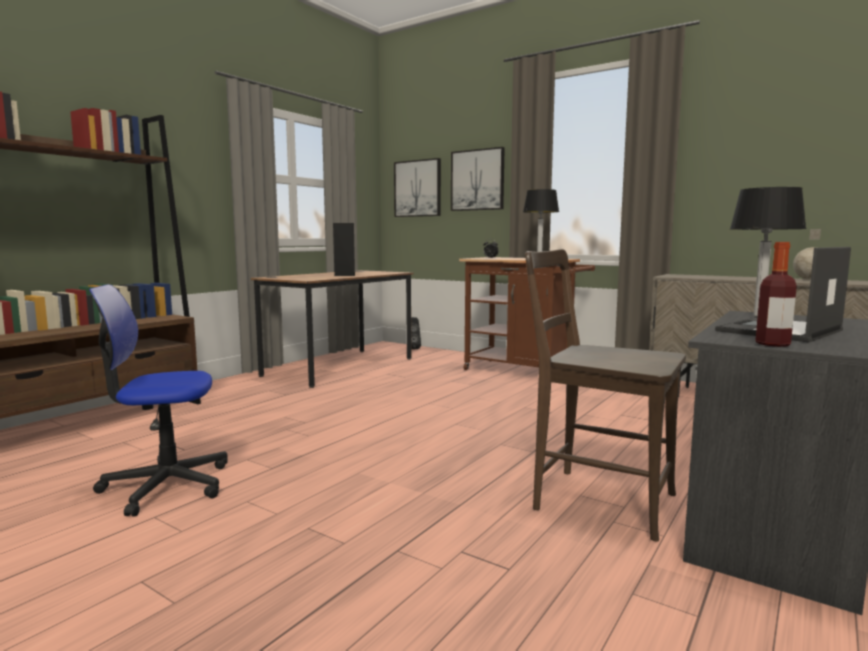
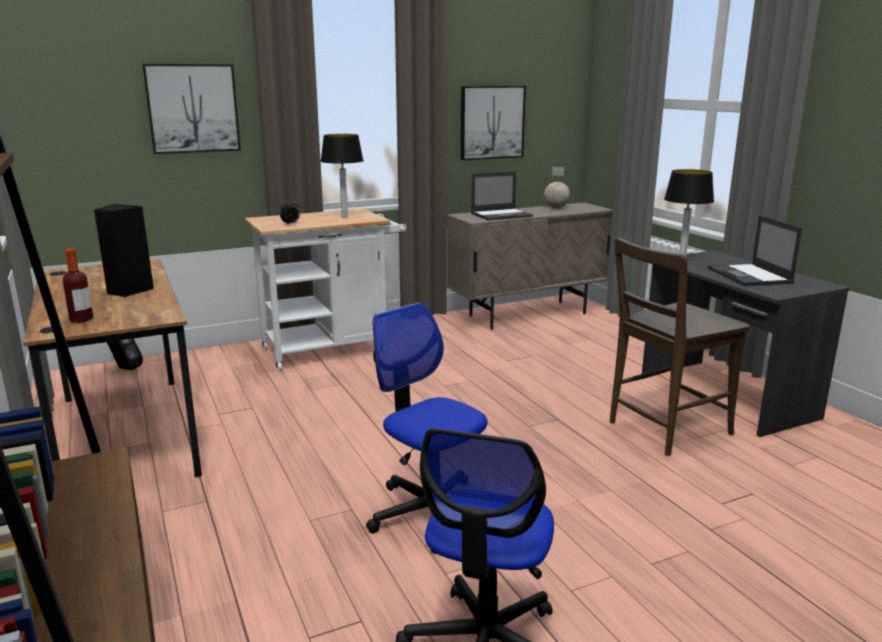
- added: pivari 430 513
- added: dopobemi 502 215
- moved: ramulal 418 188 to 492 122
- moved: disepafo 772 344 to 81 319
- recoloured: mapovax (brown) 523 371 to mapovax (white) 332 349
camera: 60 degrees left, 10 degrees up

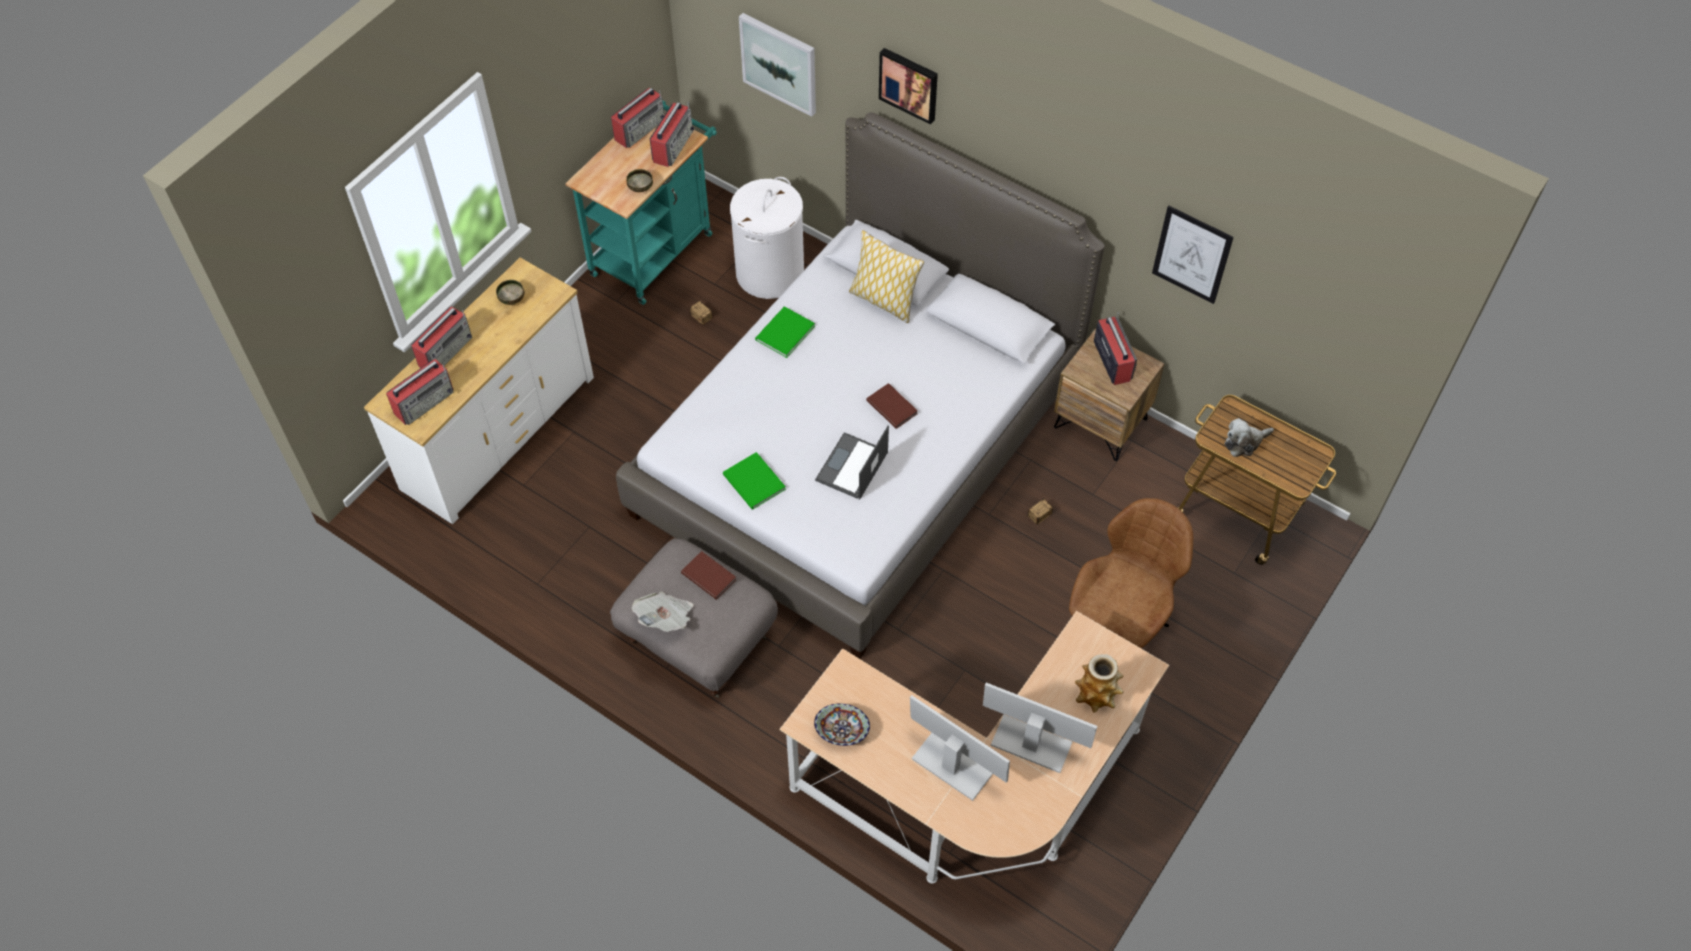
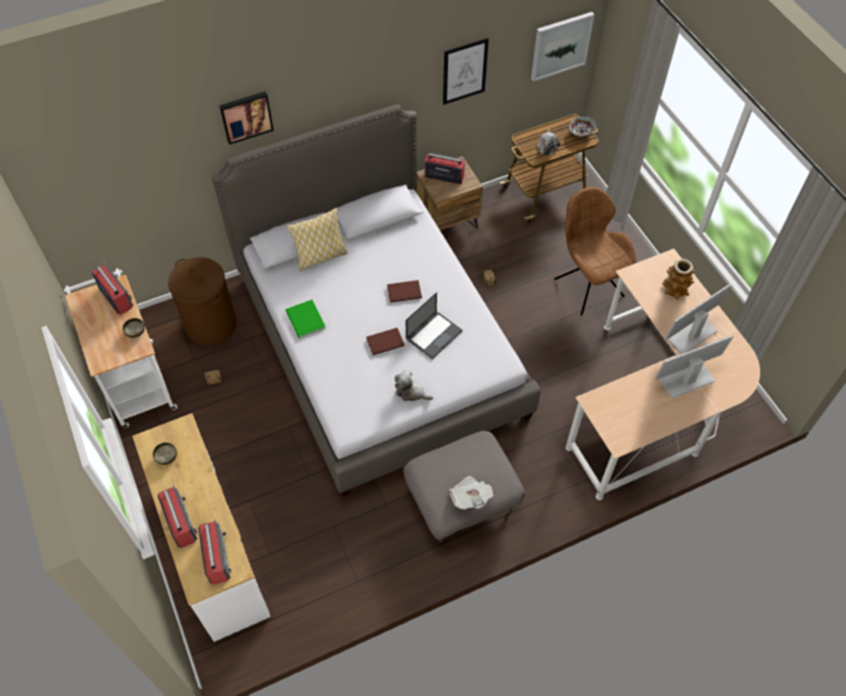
- removed: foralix 640 129
- moved: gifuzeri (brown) 709 575 to 384 342
- moved: ramulal 779 63 to 560 45
- moved: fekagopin 841 731 to 581 132
- replaced: gifuzeri (green) 754 484 to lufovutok 411 392
- recoloured: mapovax (turquoise) 656 248 to mapovax (white) 135 378
- recoloured: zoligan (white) 770 273 to zoligan (brown) 211 324
- turned: dopobemi 851 467 = 434 334 105 degrees counterclockwise
camera: 60 degrees left, 0 degrees up

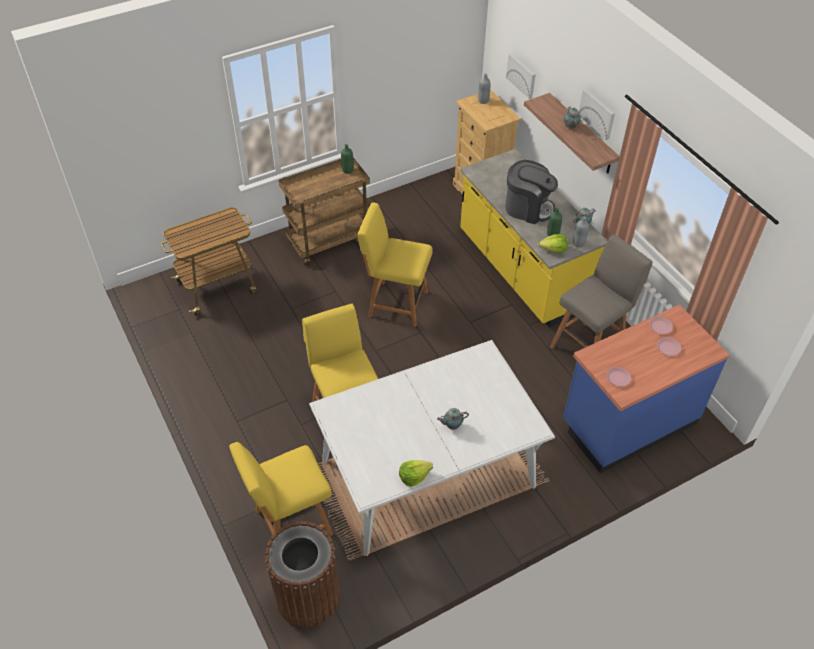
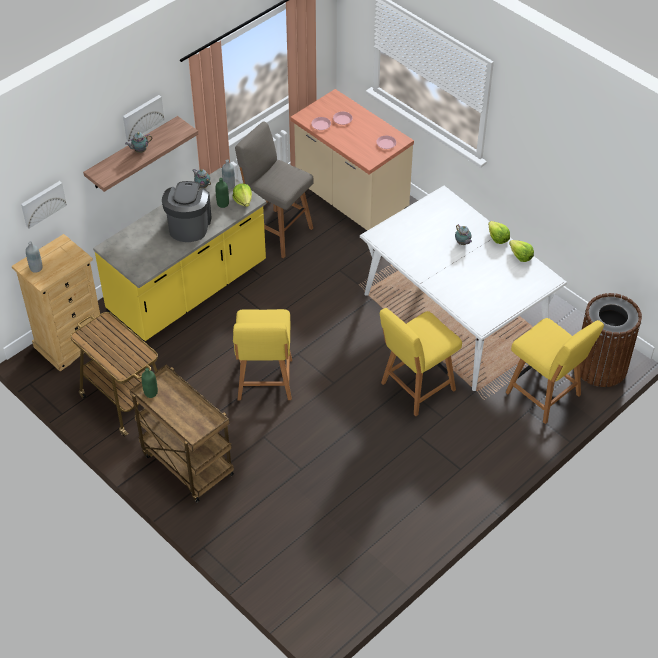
- added: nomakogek 497 238
- moved: mapovax 218 286 to 124 398
- recoloured: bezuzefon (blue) 628 422 to bezuzefon (beige) 350 201
camera: 105 degrees left, 0 degrees up

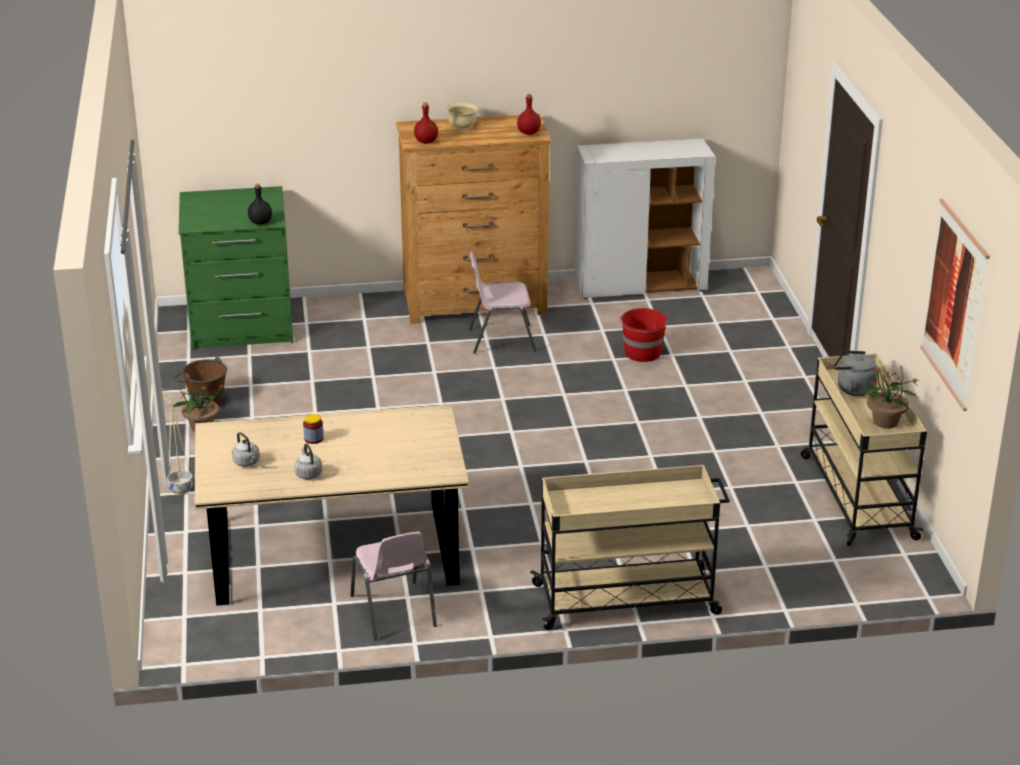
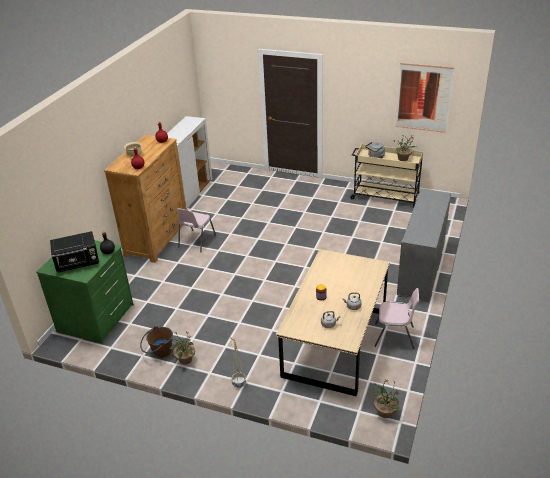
- removed: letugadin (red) 642 353
- added: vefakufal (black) 78 263
- added: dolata 385 412
- replaced: mapovax (beige) 628 599 to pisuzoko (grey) 421 269
camera: 60 degrees left, 5 degrees up

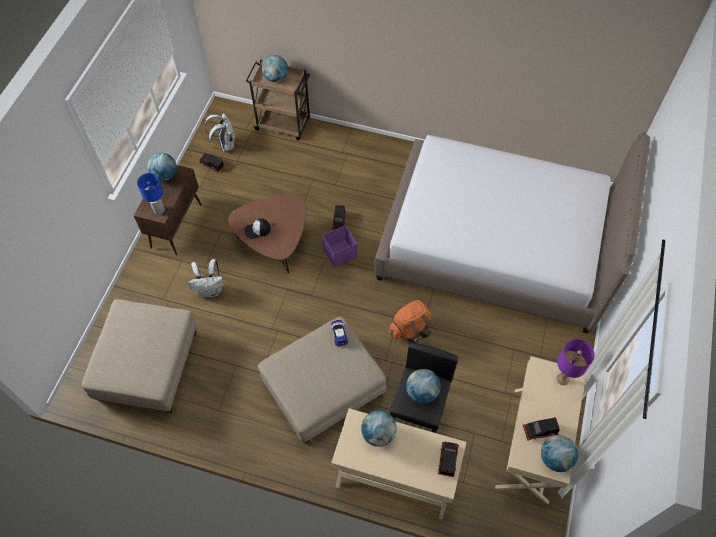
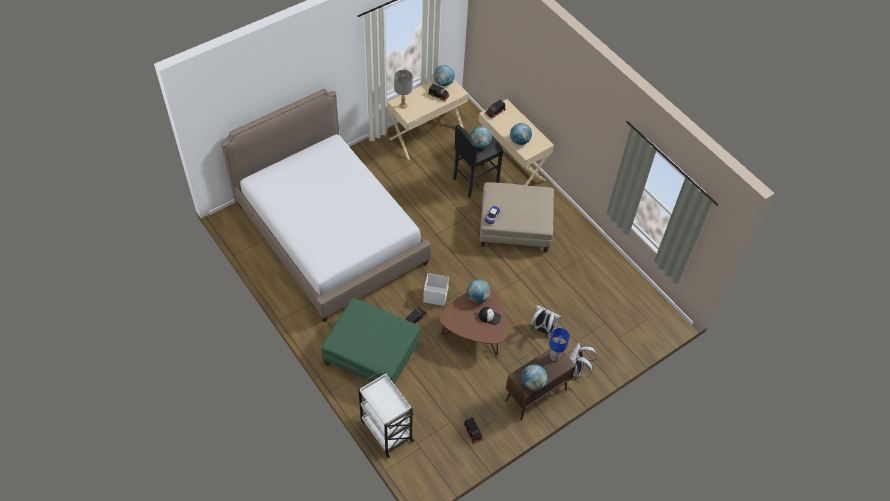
- removed: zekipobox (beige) 148 365
- removed: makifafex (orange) 410 329
- added: zekipobox (green) 371 354
- moved: makifafex (white) 225 144 to 577 370
- moved: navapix 275 78 to 478 297
- recoloured: mapovax (brown) 284 125 to mapovax (white) 386 429
- recoloured: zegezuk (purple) 340 253 to zegezuk (white) 435 295
- recoloured: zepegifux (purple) 563 379 to zepegifux (grey) 403 105
camera: 145 degrees left, 5 degrees down

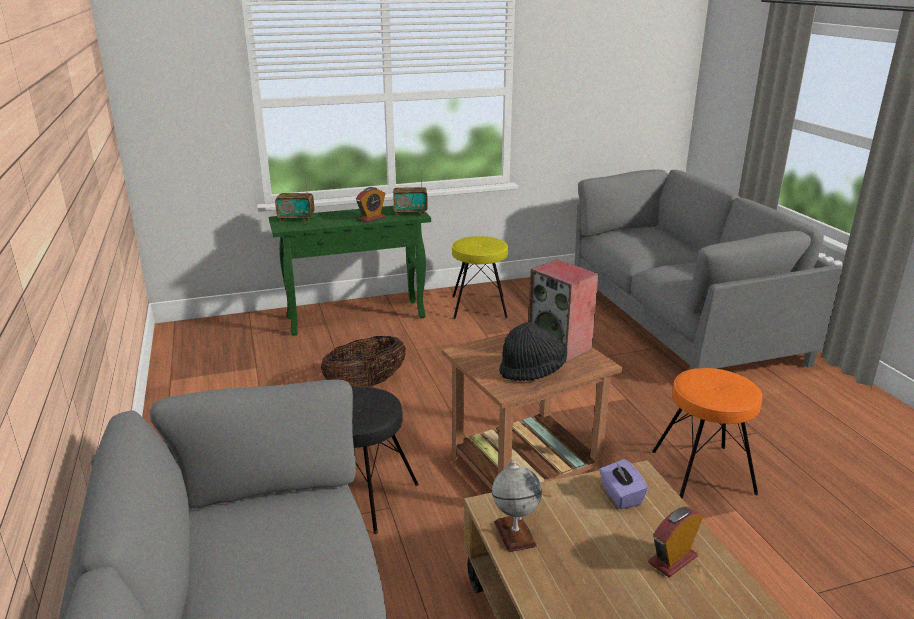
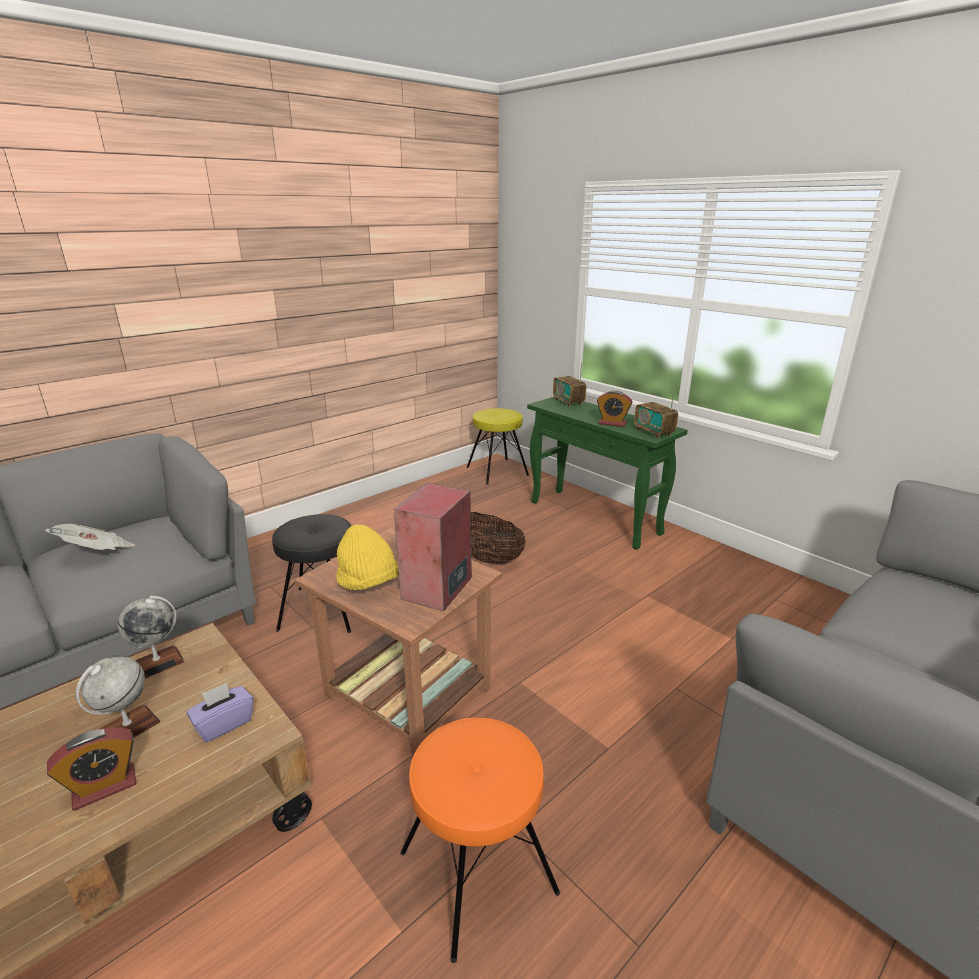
- added: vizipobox 97 552
- added: navapix 128 728
- moved: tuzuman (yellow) 478 307 to 496 471
- recoloured: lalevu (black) 532 371 to lalevu (yellow) 369 583
- turned: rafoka 672 560 = 104 787 120 degrees clockwise
camera: 65 degrees right, 0 degrees up

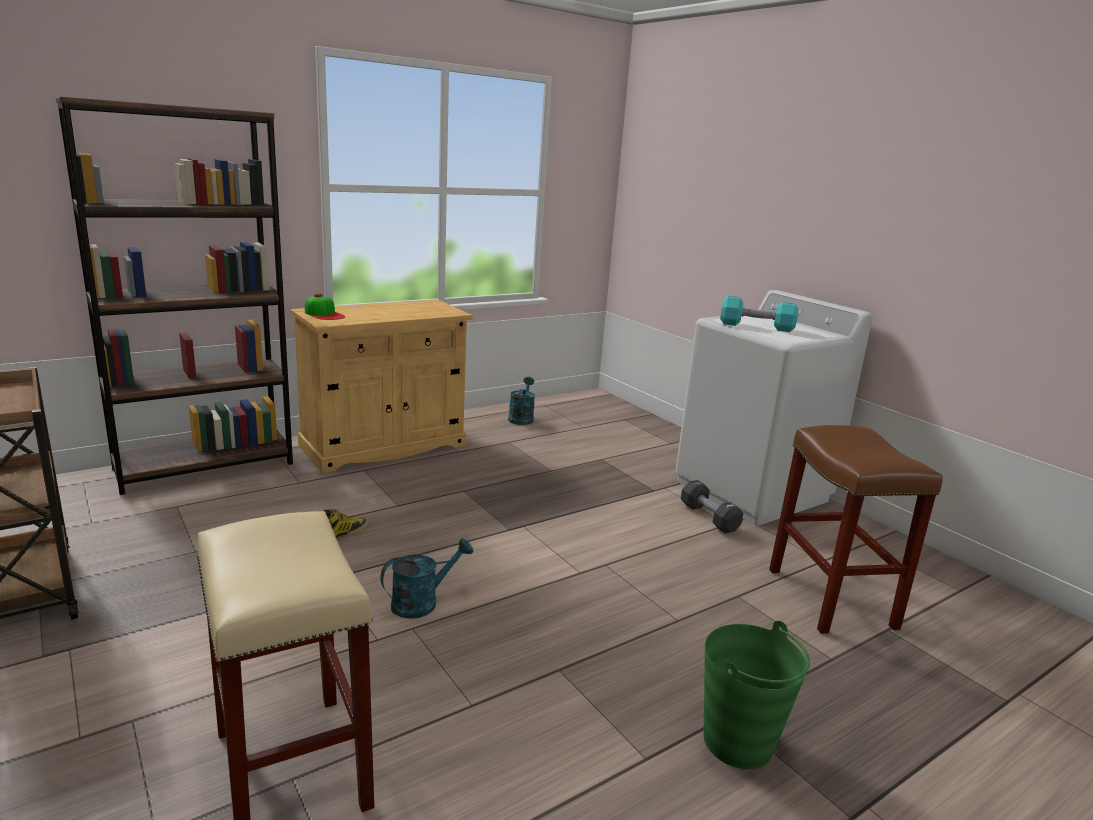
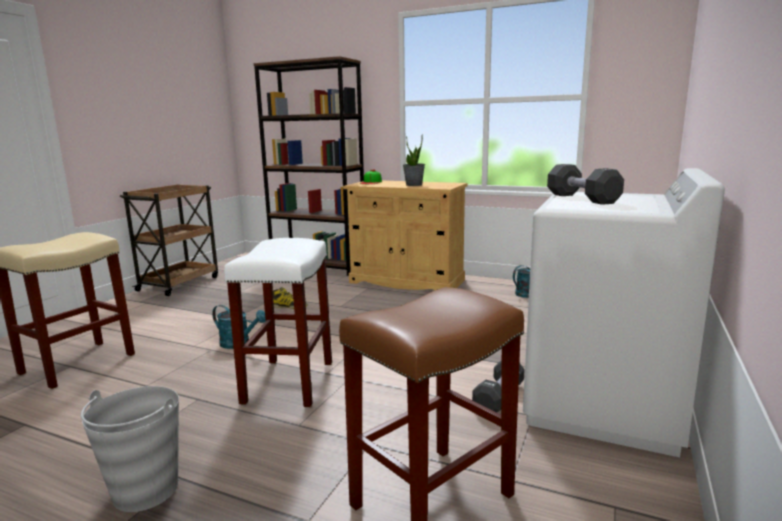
- added: tuzuman (white) 289 382
- added: dolata 414 185
- recoloured: letugadin (green) 738 742 to letugadin (grey) 145 490
- recoloured: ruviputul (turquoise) 756 327 to ruviputul (black) 582 199
camera: 60 degrees right, 5 degrees down

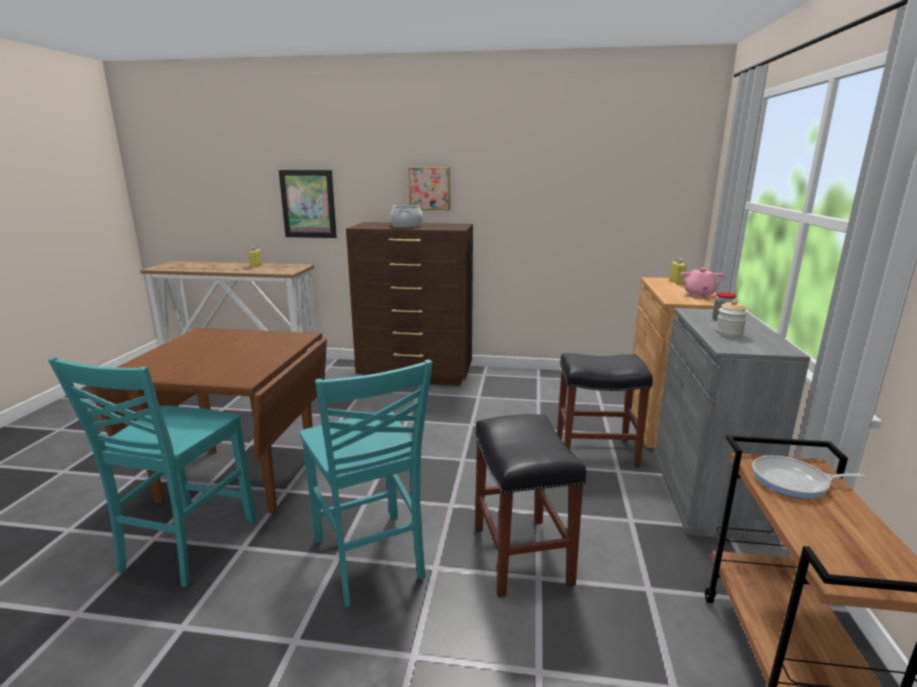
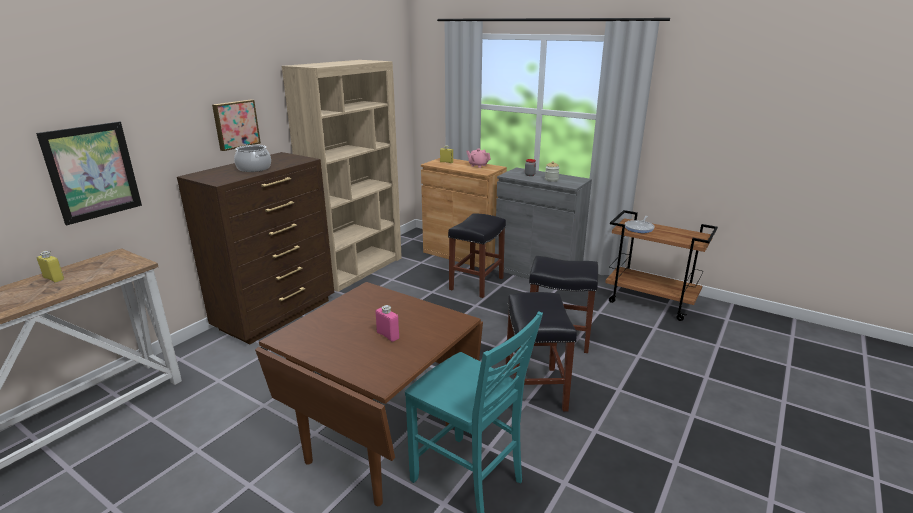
- added: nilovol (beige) 357 269
- added: disepafo (pink) 388 335
- replaced: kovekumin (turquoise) 370 560 to tuzuman (black) 535 390
camera: 65 degrees left, 5 degrees up

